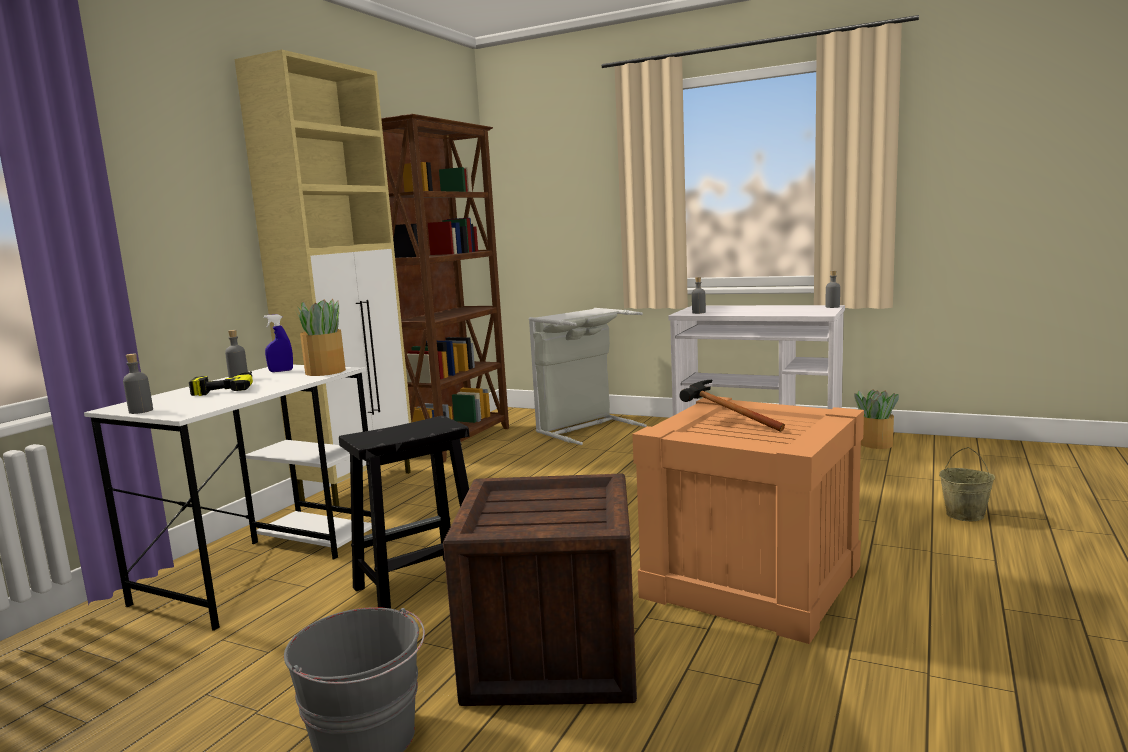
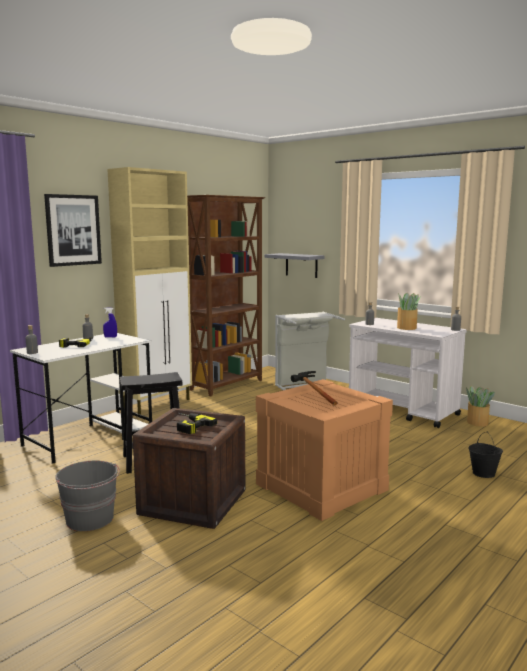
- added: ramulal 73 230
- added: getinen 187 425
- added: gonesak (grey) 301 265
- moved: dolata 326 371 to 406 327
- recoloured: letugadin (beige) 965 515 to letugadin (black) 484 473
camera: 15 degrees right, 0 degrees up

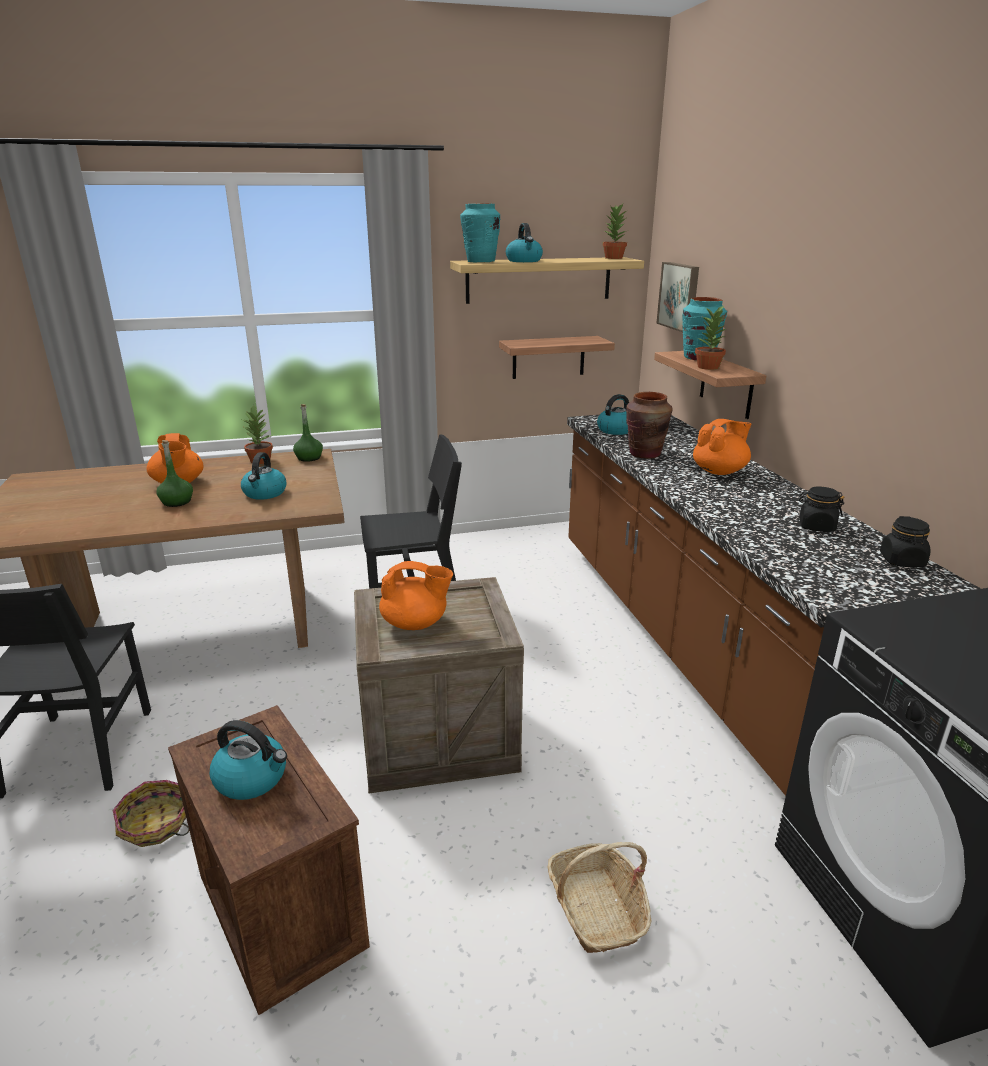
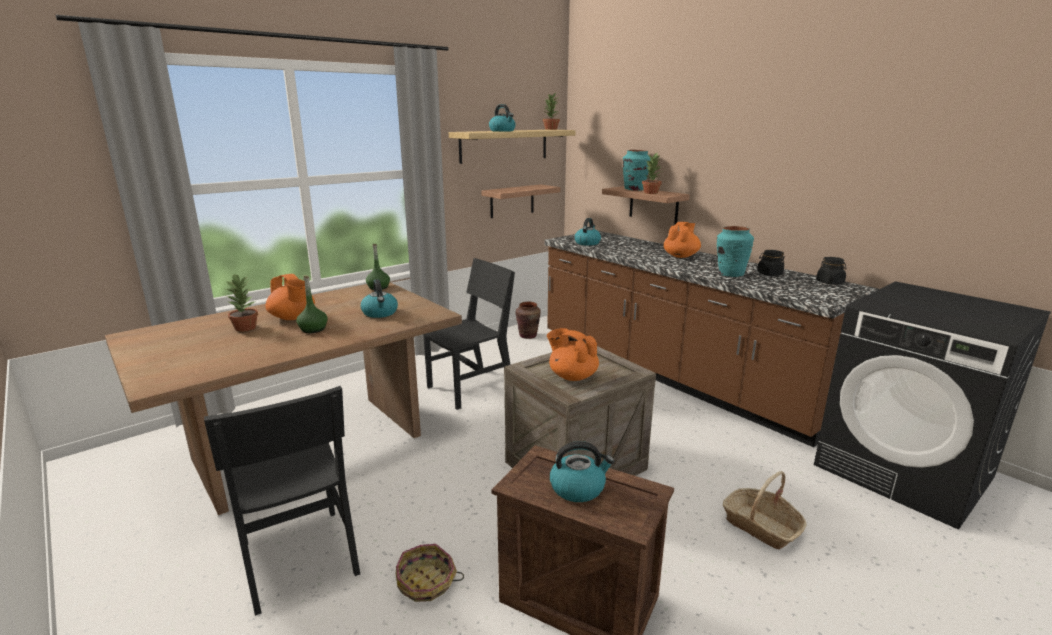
- removed: ramulal 680 296
- moved: dolata 261 461 to 246 328
- moved: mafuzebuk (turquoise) 480 262 to 730 274
- moved: mafuzebuk (brown) 645 454 to 528 335
- turned: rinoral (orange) 415 623 = 572 376 120 degrees counterclockwise
camera: 25 degrees left, 5 degrees down

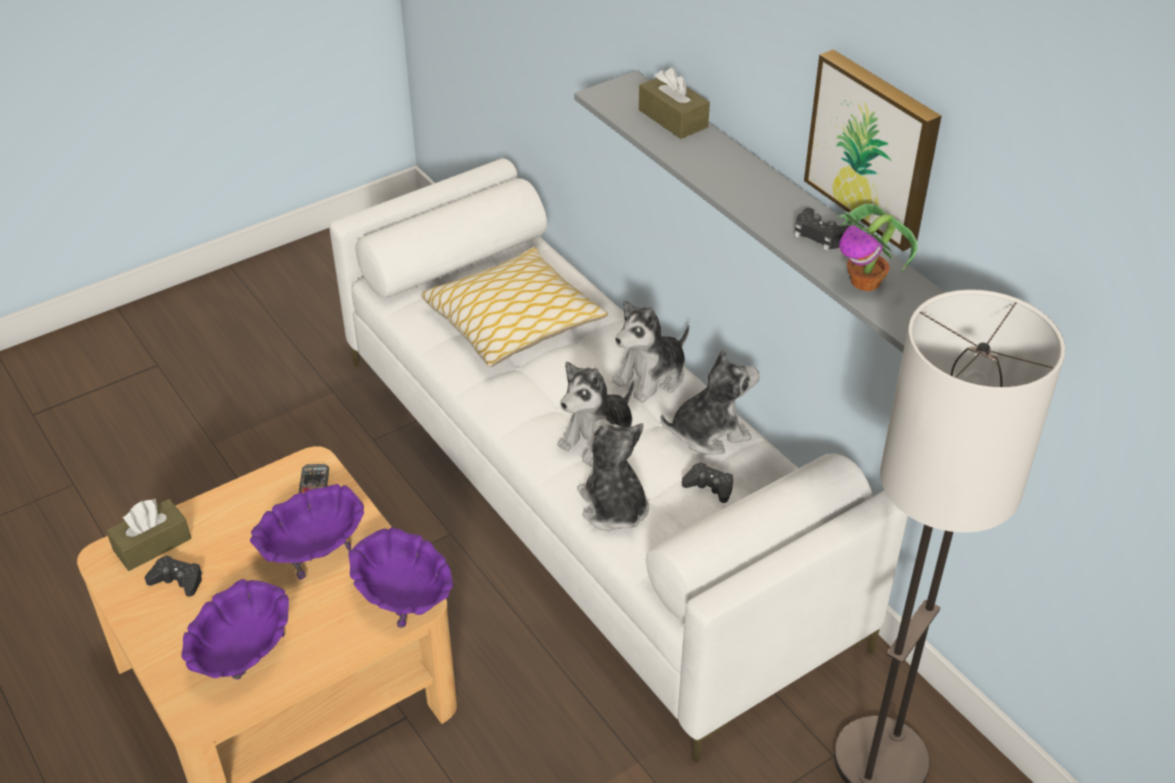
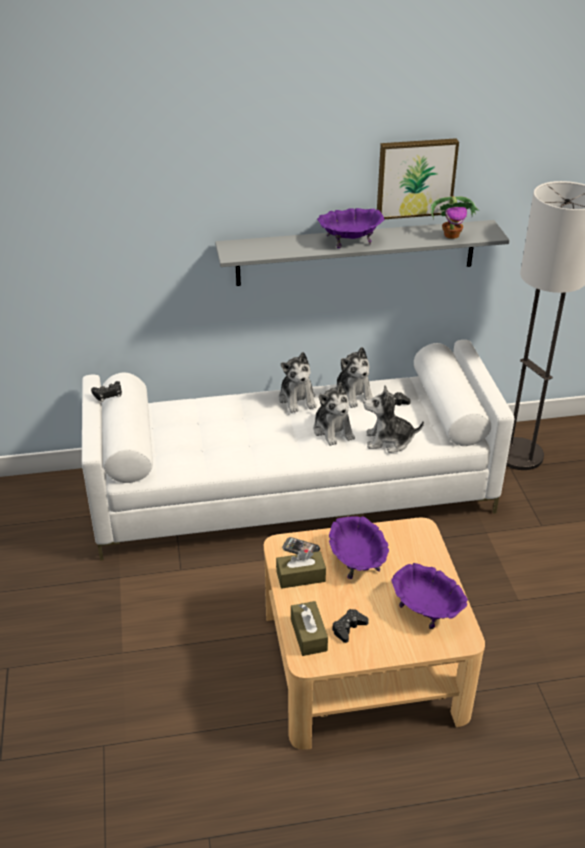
- removed: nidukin 513 322
- moved: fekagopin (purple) 405 597 to 350 240
- moved: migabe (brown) 673 119 to 300 576
- moved: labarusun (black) 820 235 to 108 394
- turned: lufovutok 709 433 = 353 394 150 degrees clockwise
camera: 65 degrees left, 5 degrees down

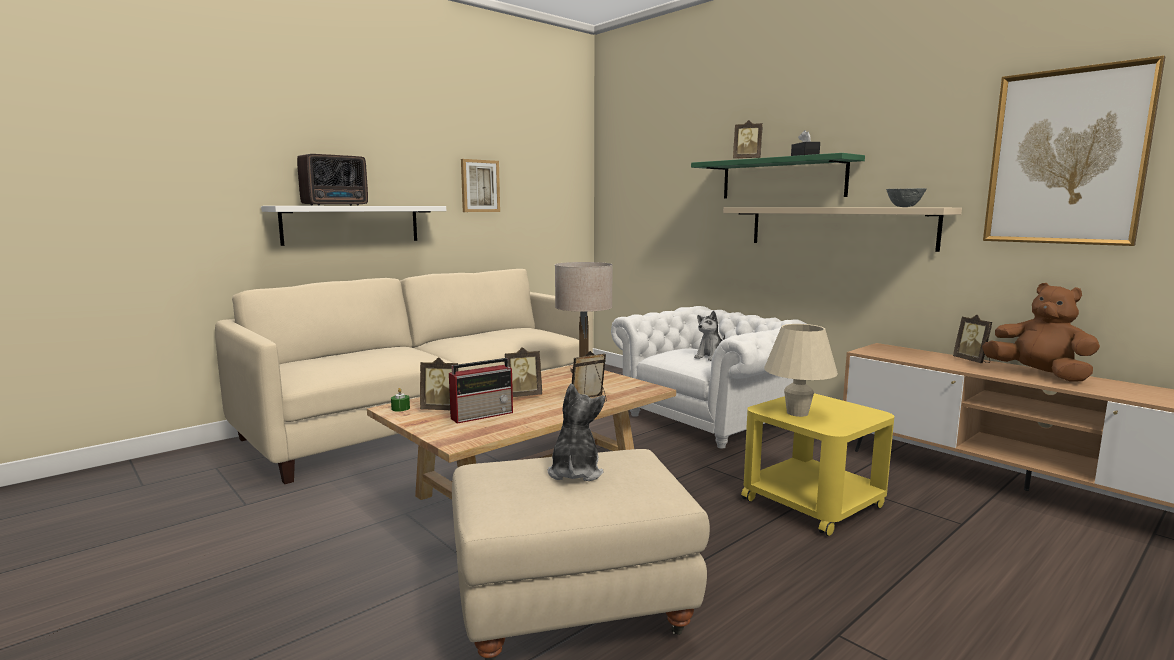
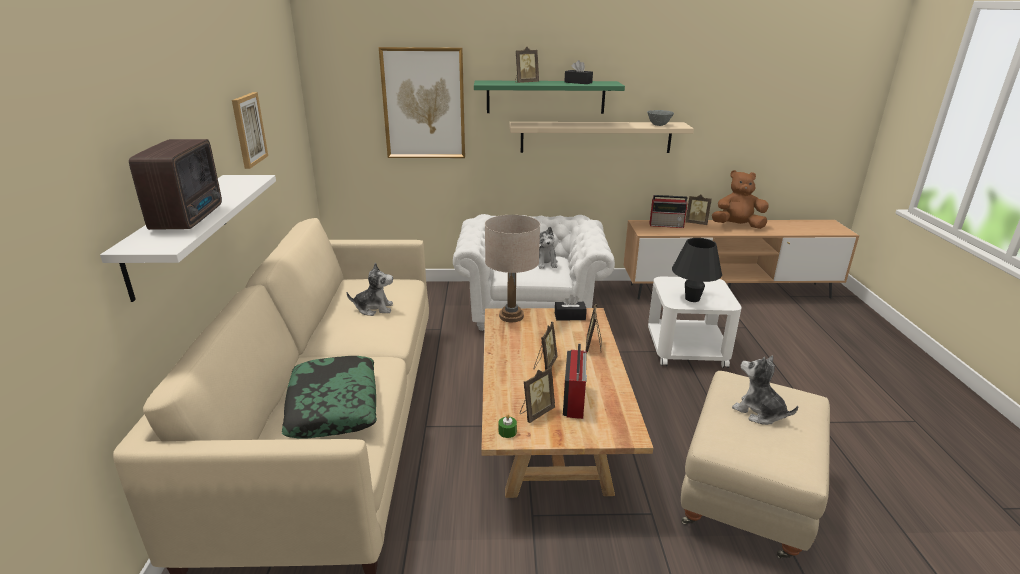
- added: nidukin 333 406
- added: lufovutok 374 308
- added: migabe (black) 570 316
- added: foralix 667 225
- moved: ramulal 1066 157 to 424 104
- recoloured: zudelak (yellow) 813 502 to zudelak (white) 686 349
- recoloured: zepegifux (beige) 797 413 to zepegifux (black) 692 299
camera: 50 degrees left, 15 degrees up

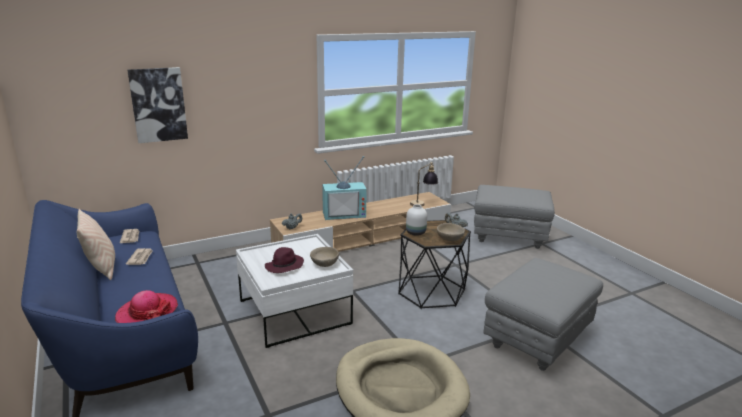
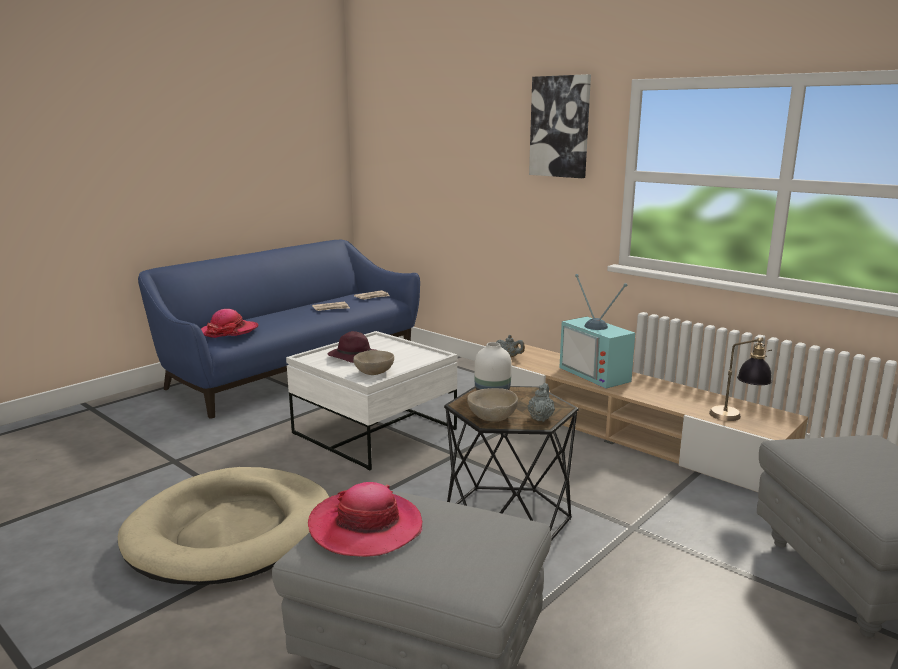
- removed: nidukin (beige) 101 268
- added: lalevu 366 527
- moved: ramulal 158 105 to 560 127
camera: 70 degrees right, 5 degrees down

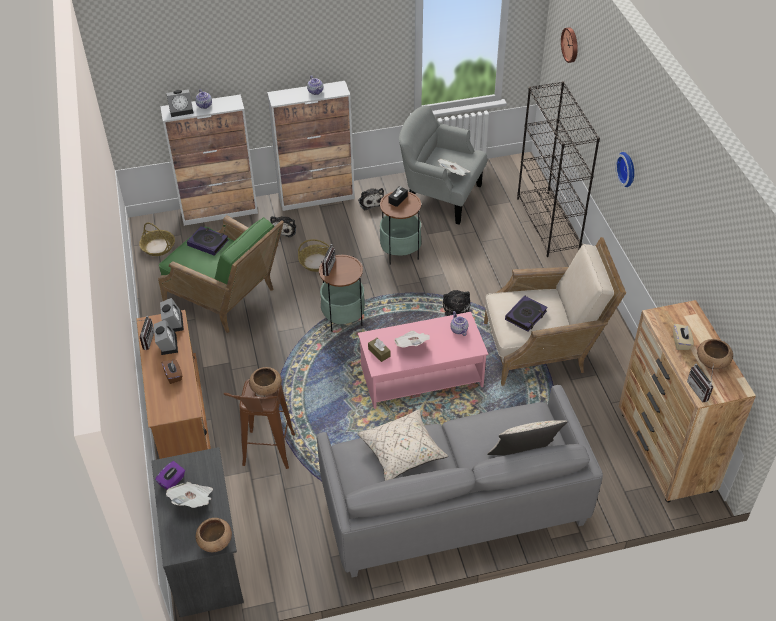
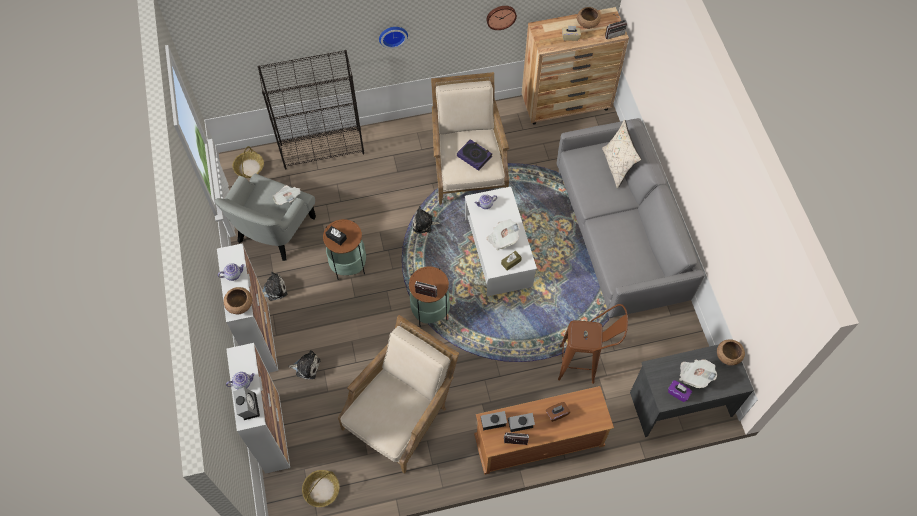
- removed: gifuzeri 208 243
- removed: nidukin (beige) 402 452
- moved: fekagopin (brown) 266 389 to 240 305
- moved: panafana 316 262 to 249 167
- moved: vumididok 571 44 to 501 16
- recoloured: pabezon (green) 227 298 to pabezon (beige) 401 412
- recoloured: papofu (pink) 420 377 to papofu (white) 498 252
camera: 90 degrees left, 15 degrees up

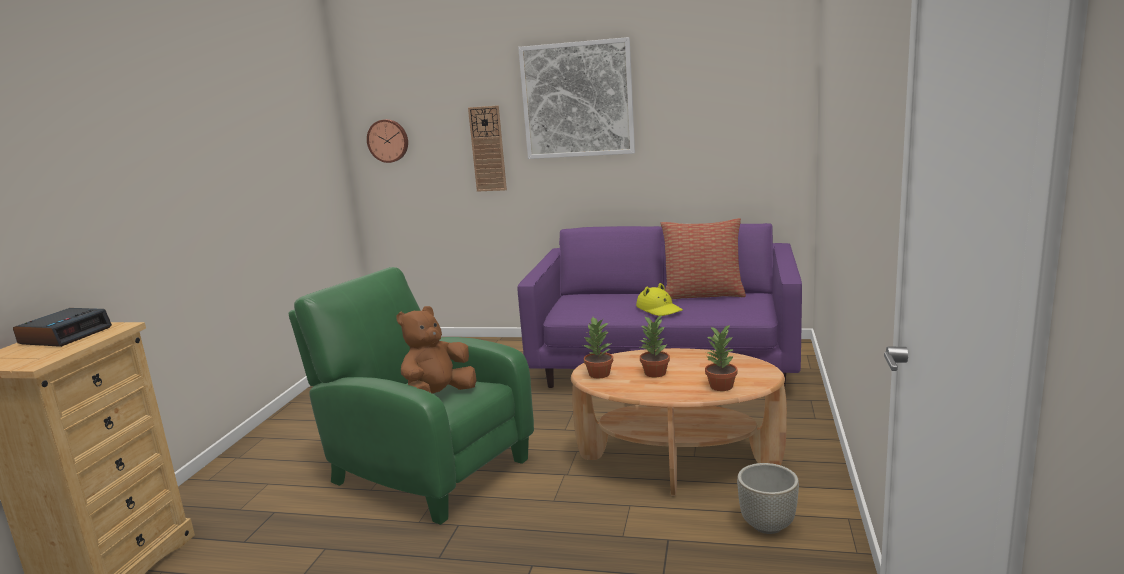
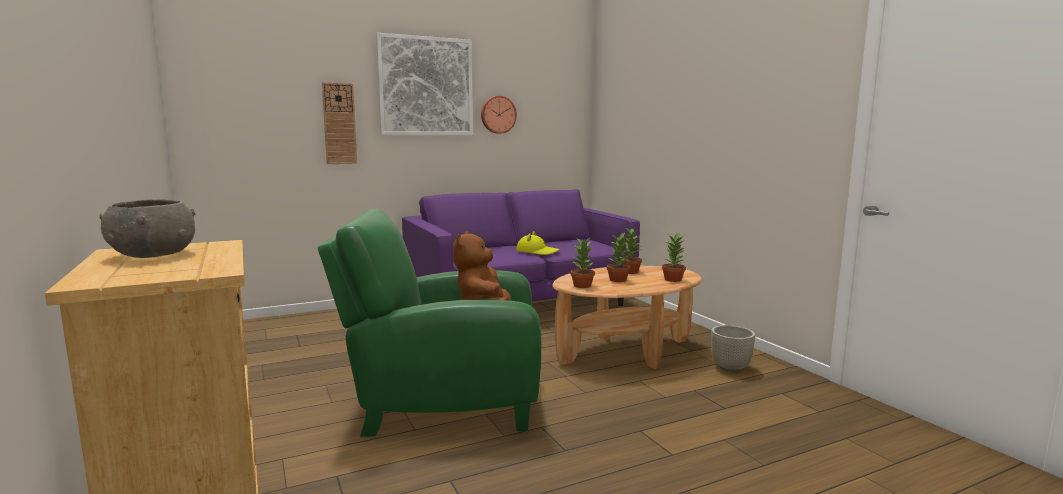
- removed: nidukin 703 295
- added: dolata 629 272
- moved: vumididok 388 140 to 498 114
- replaced: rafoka 66 335 to fekagopin (grey) 153 255
camera: 40 degrees left, 5 degrees down

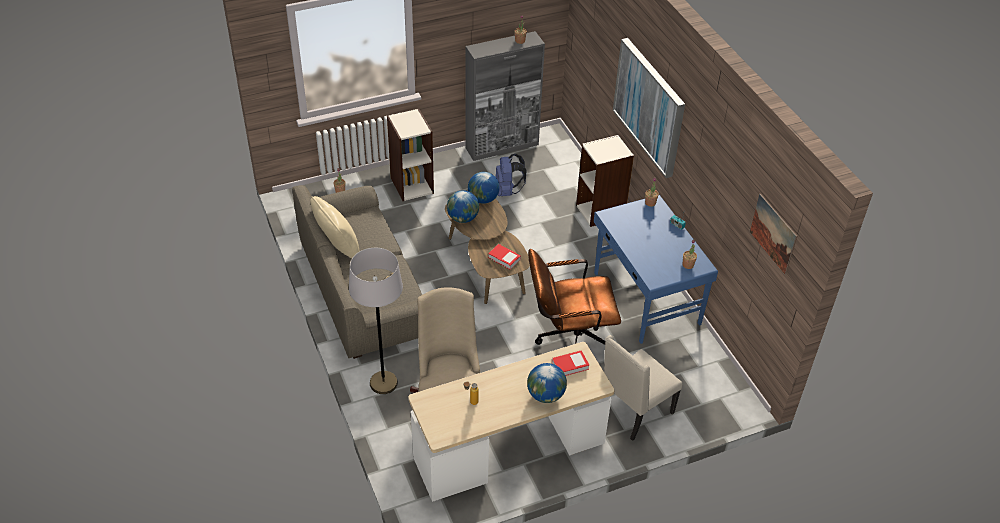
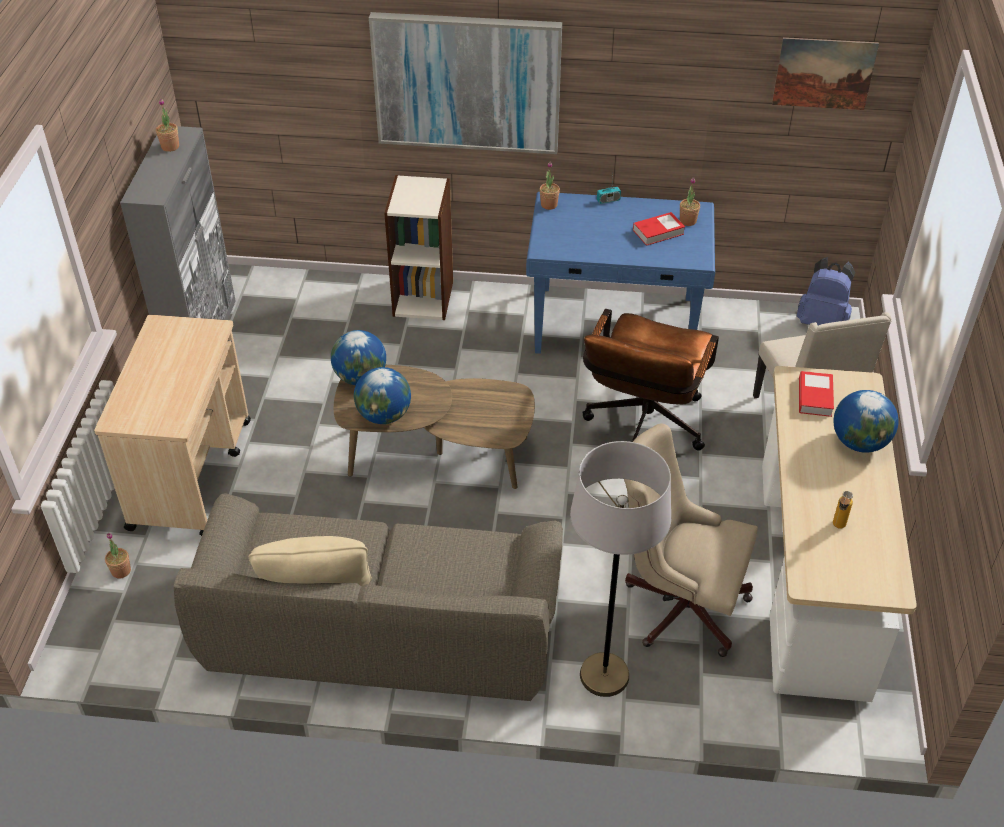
- moved: gifuzeri 504 258 to 658 232
- moved: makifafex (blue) 508 191 to 822 321
- replaced: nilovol 412 185 to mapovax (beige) 191 473
camera: 60 degrees left, 0 degrees up

